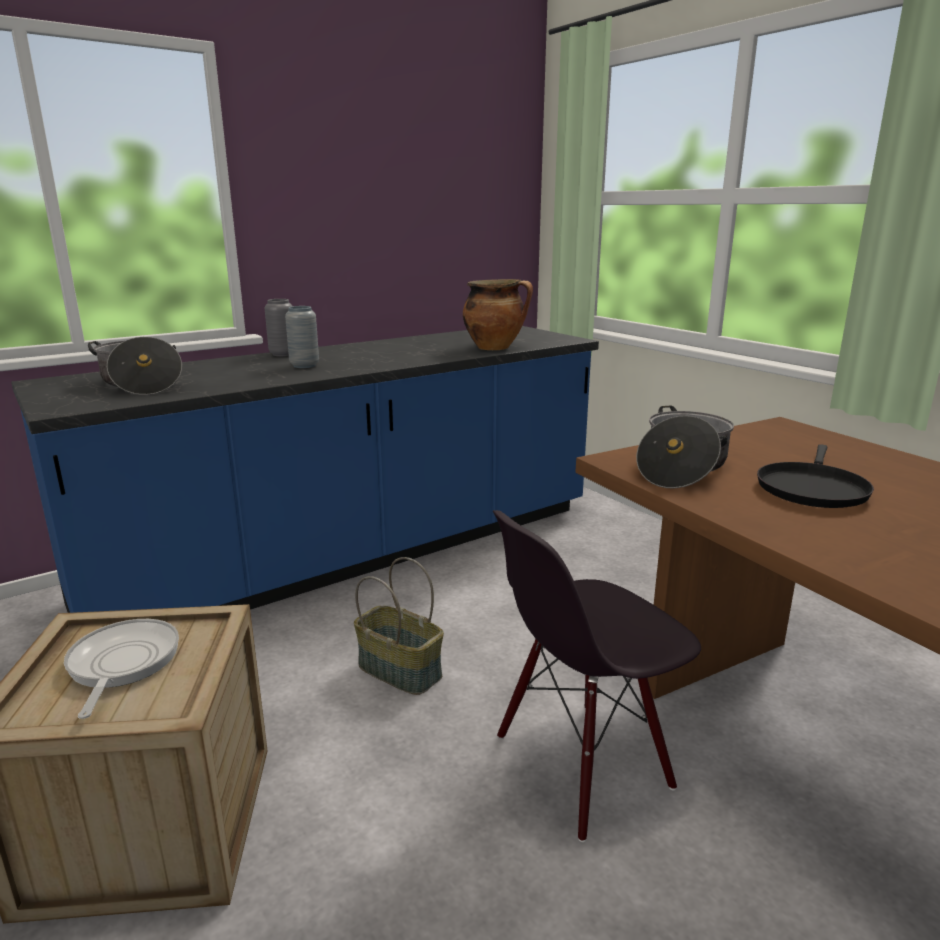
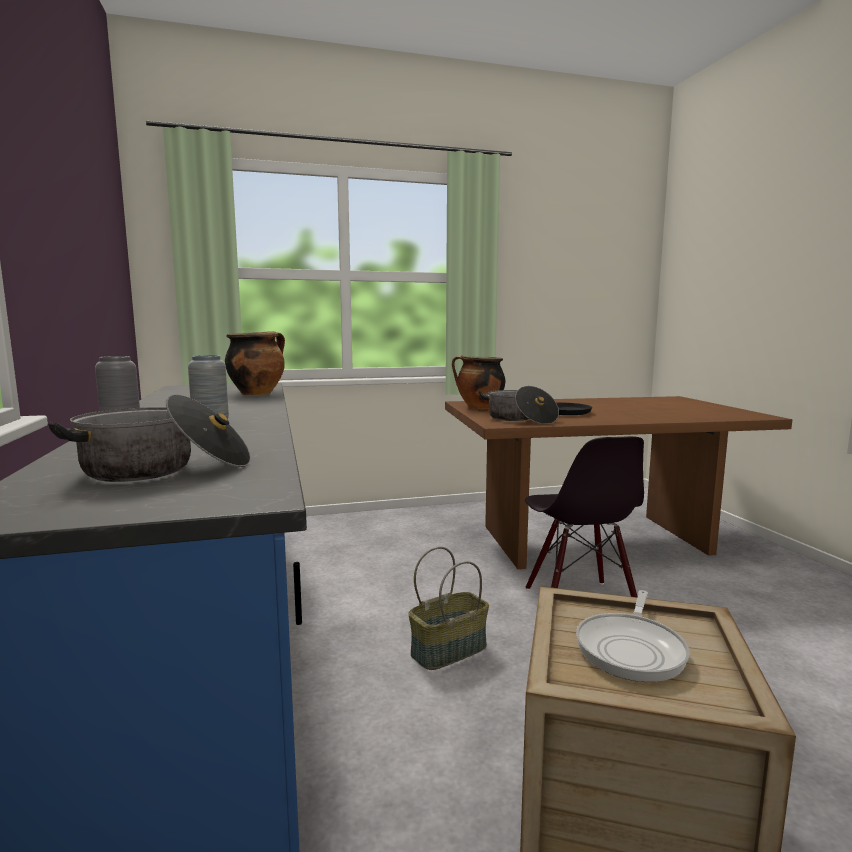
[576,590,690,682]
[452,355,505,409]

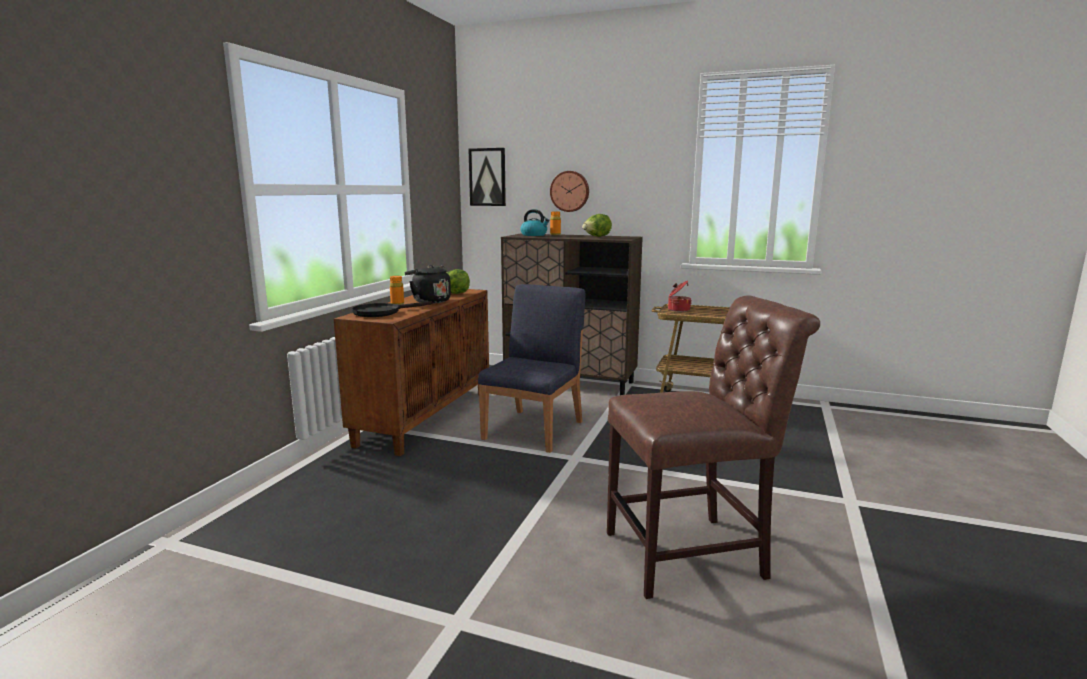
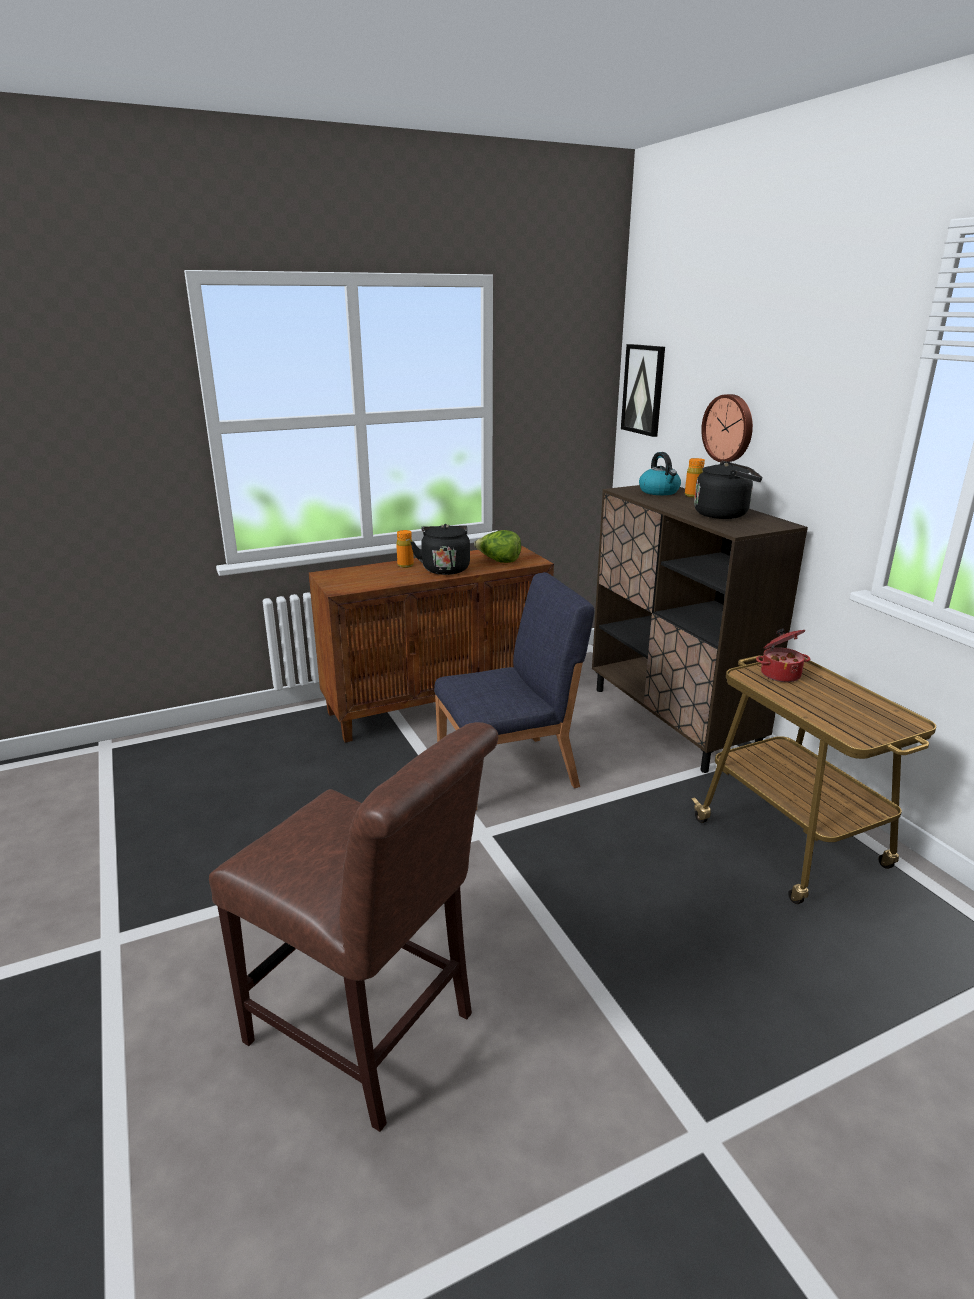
[352,301,432,317] (first image)
[694,461,763,519]

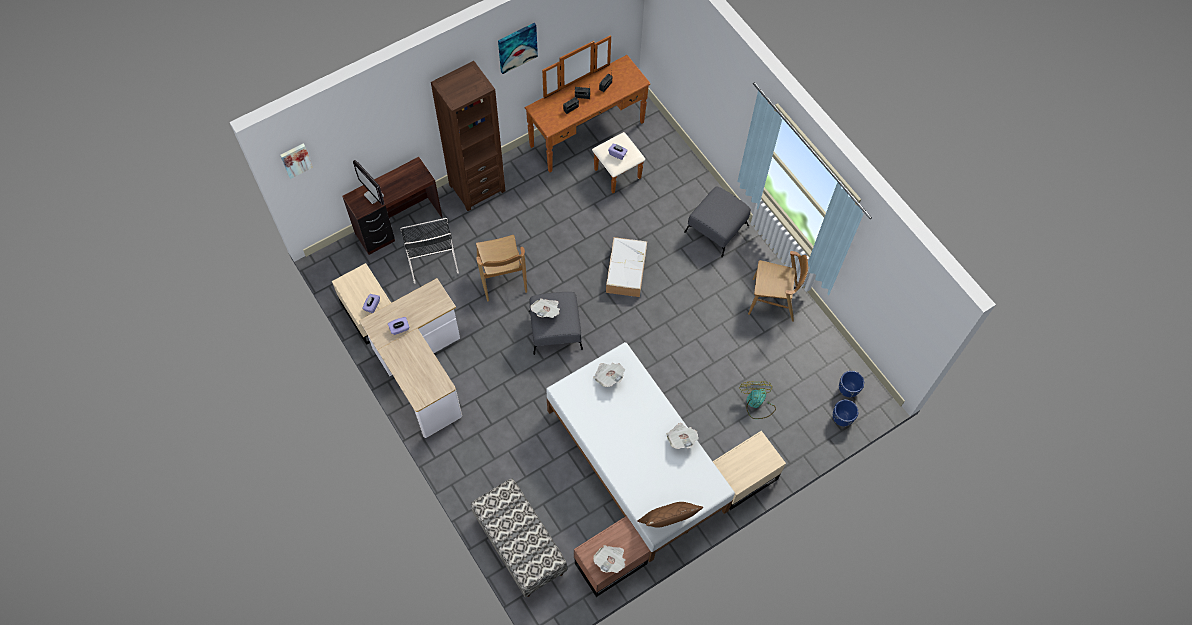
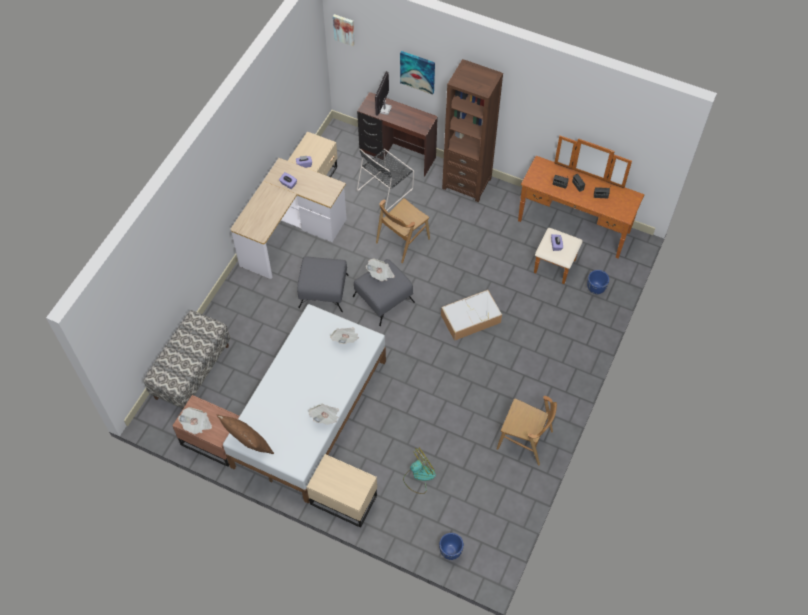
[400,51,435,95]
[297,256,349,312]
[497,396,557,465]
[587,270,609,294]

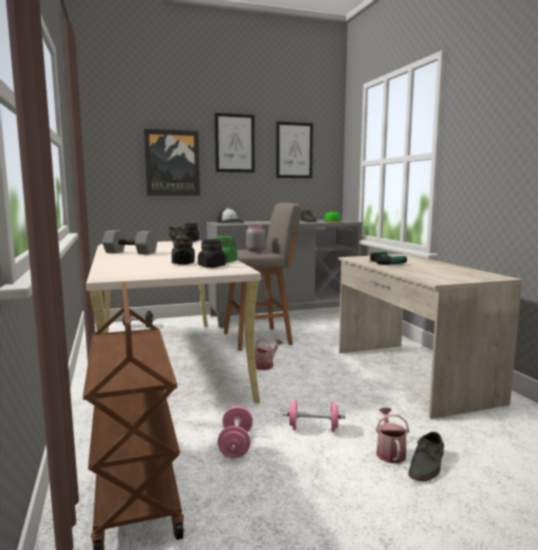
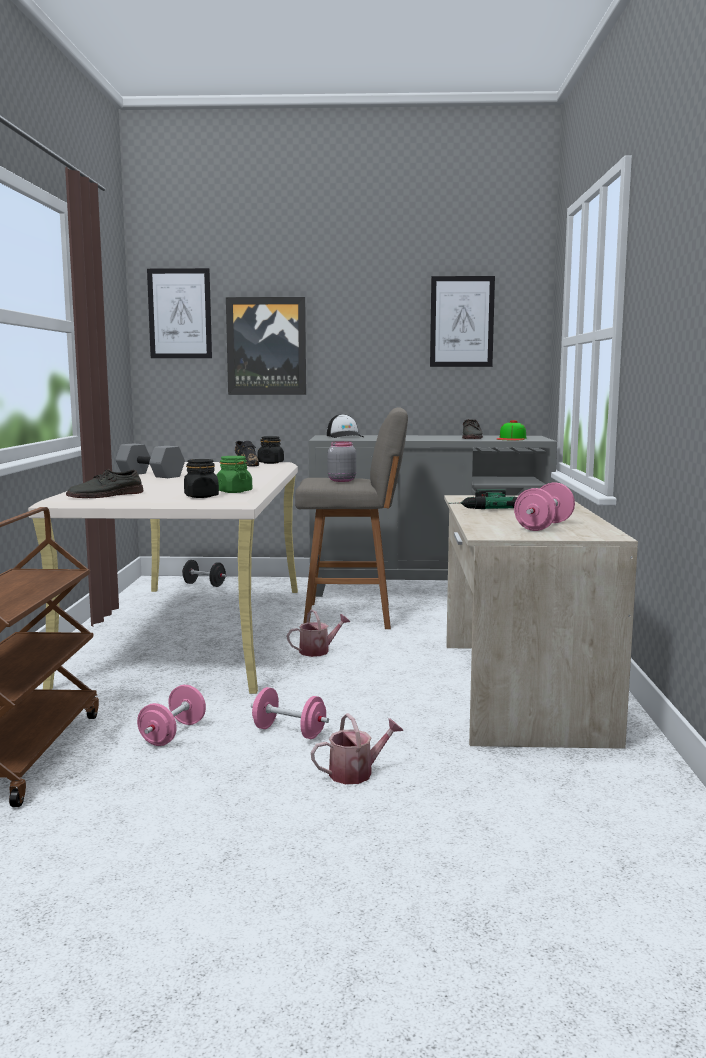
[172,237,195,265] (first image)
[147,268,212,358]
[311,713,403,784]
[66,469,144,498]
[514,482,575,531]

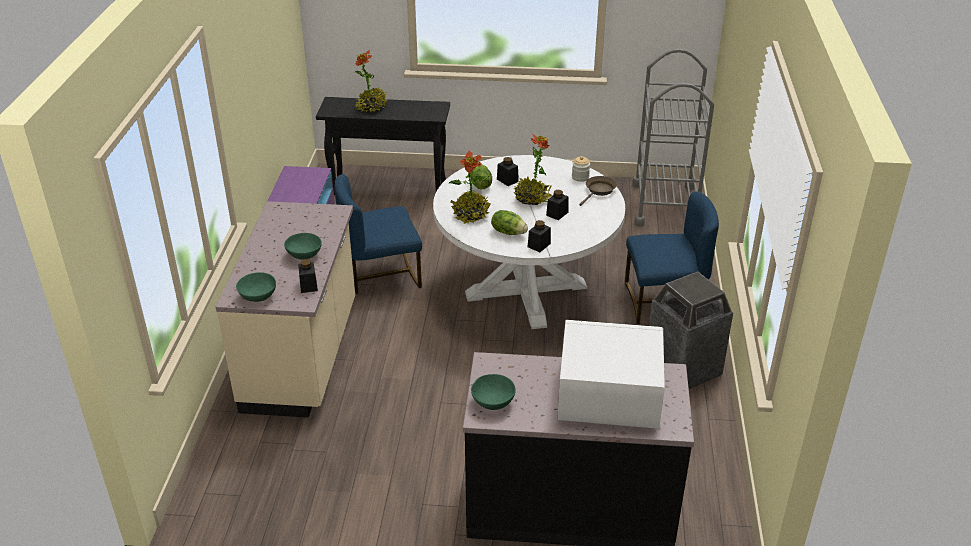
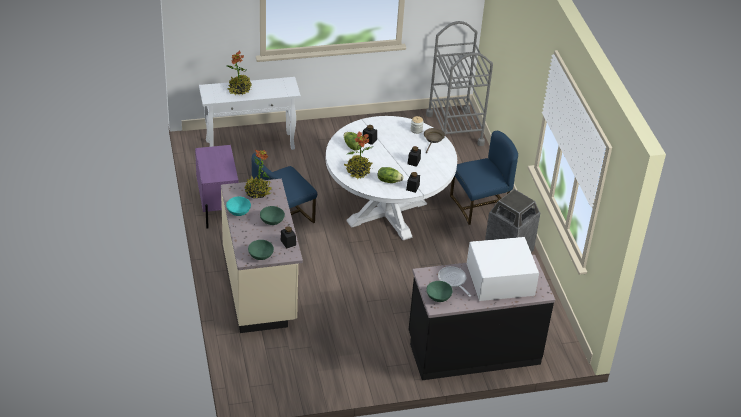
[199,77,301,150]
[244,150,271,198]
[226,197,251,216]
[438,266,471,297]

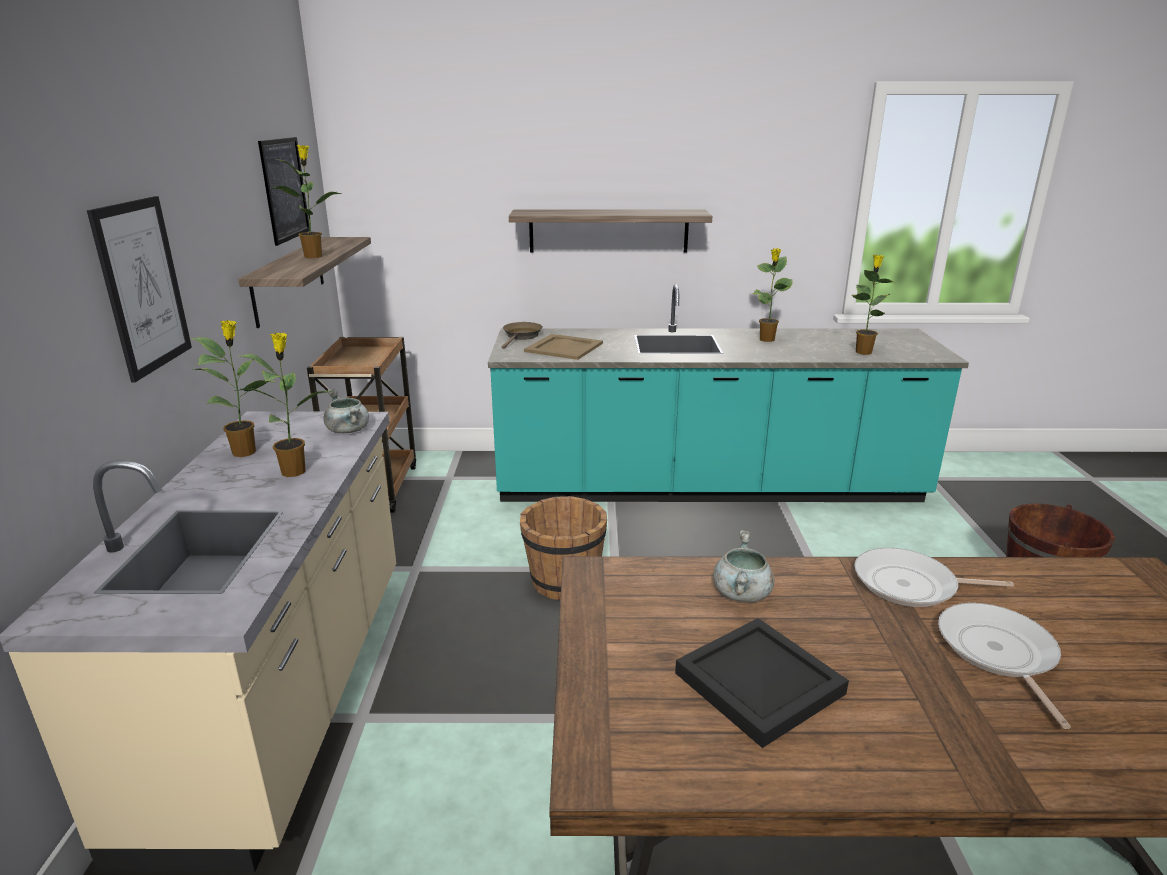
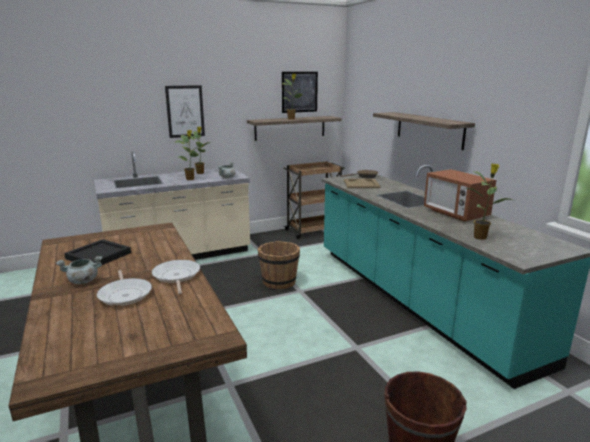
[56,256,102,284]
[424,169,496,222]
[97,270,152,306]

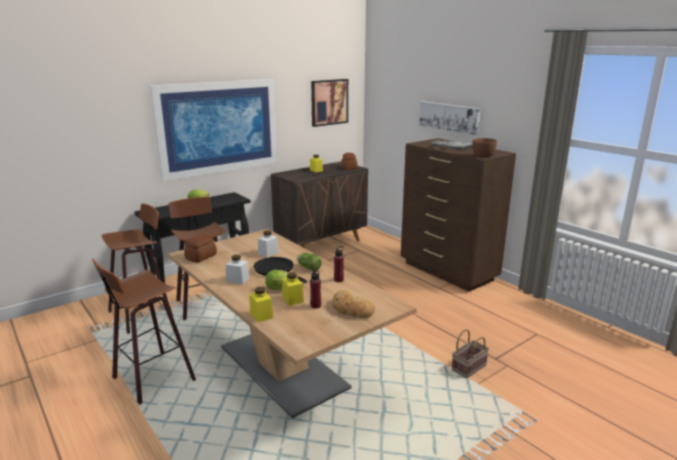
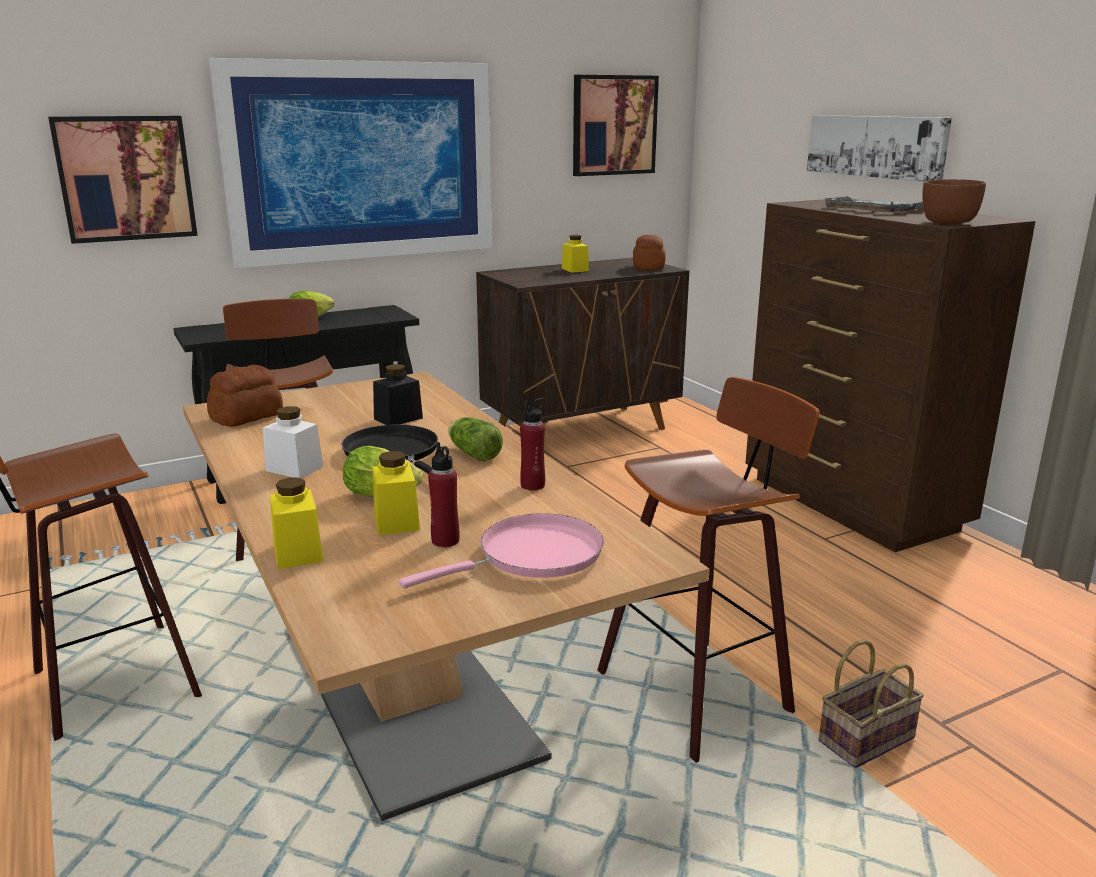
[598,377,820,763]
[373,364,423,425]
[399,513,604,588]
[48,116,198,244]

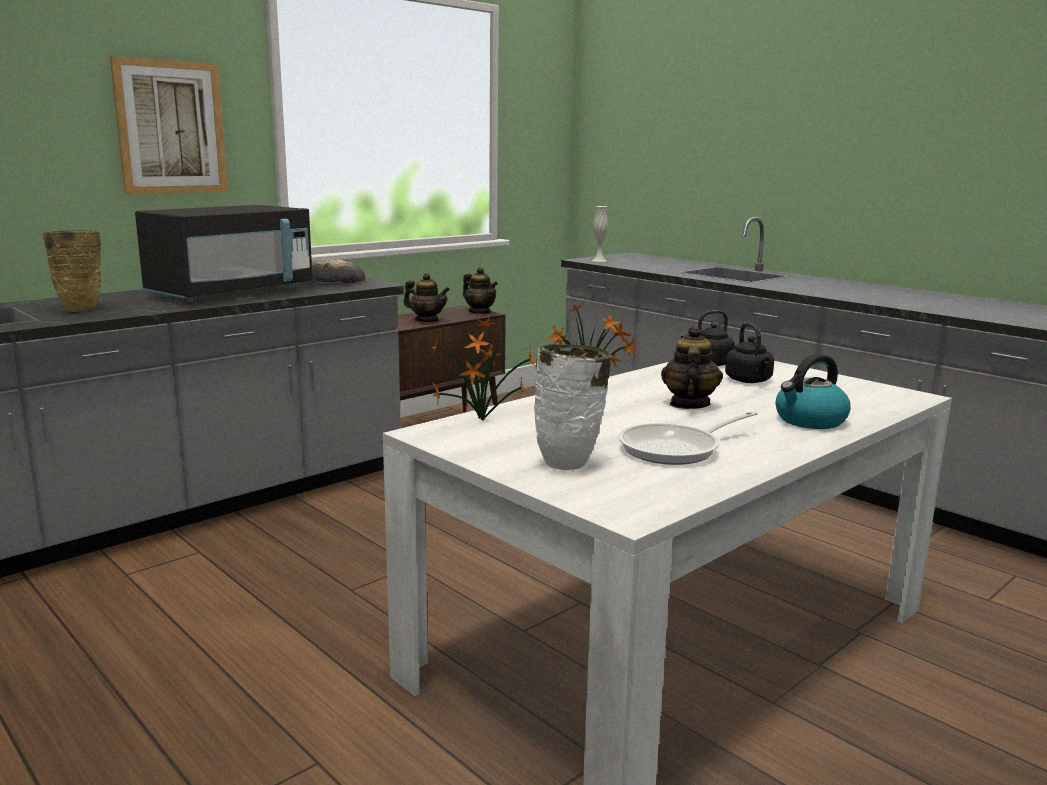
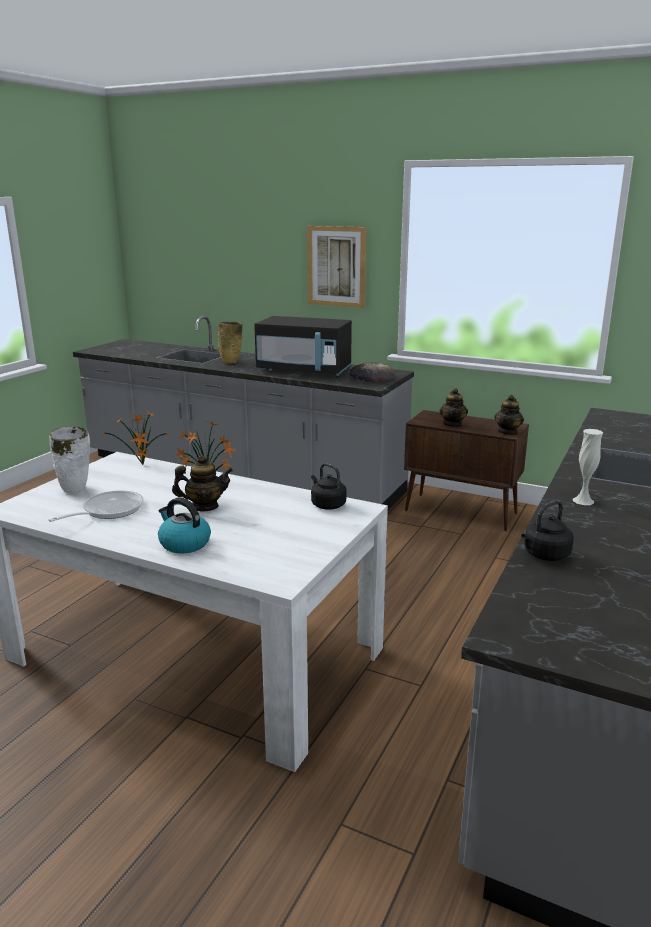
[573,429,603,505]
[49,491,144,522]
[521,500,574,561]

